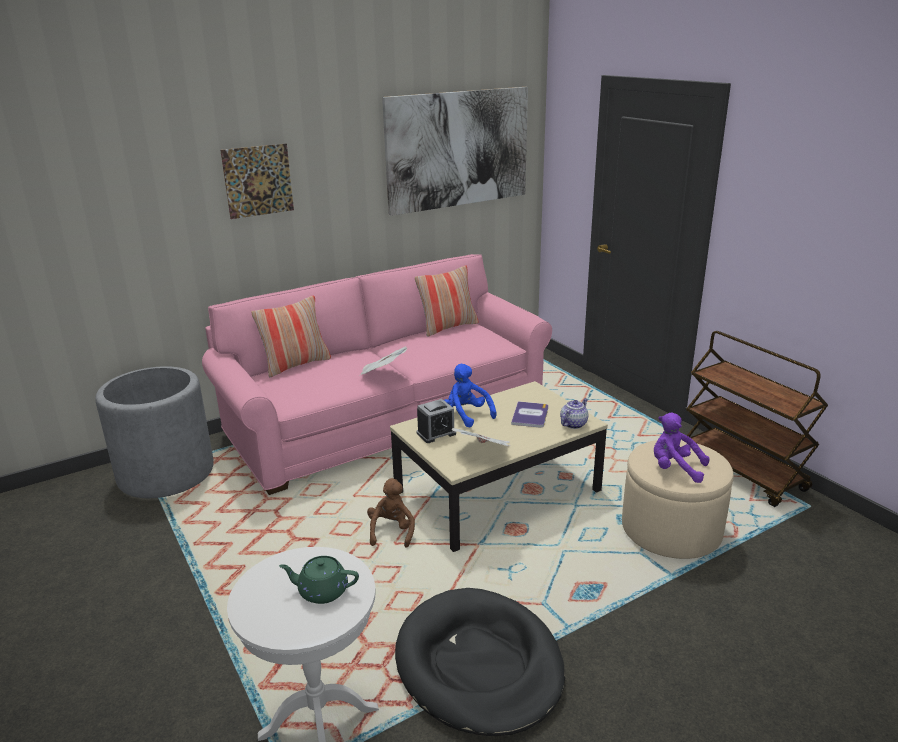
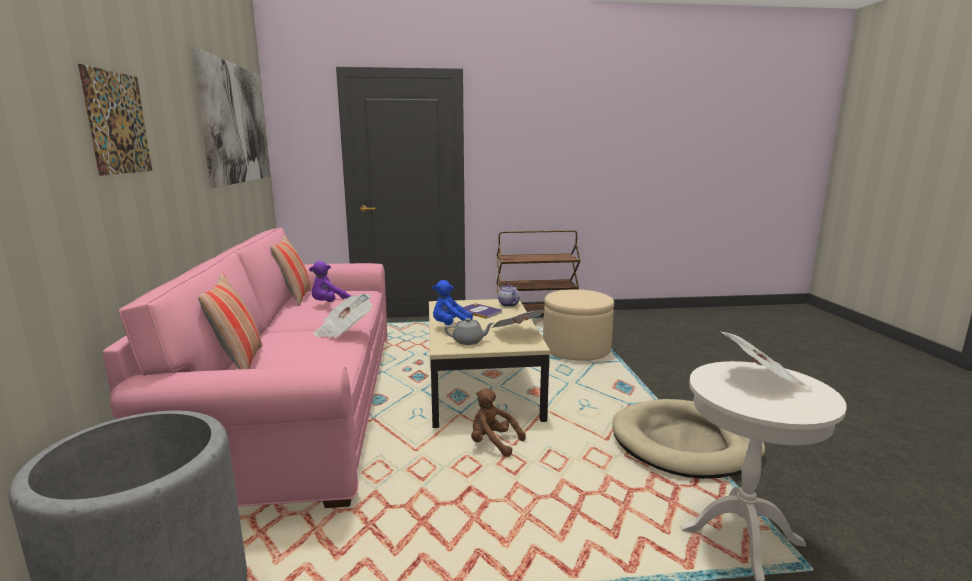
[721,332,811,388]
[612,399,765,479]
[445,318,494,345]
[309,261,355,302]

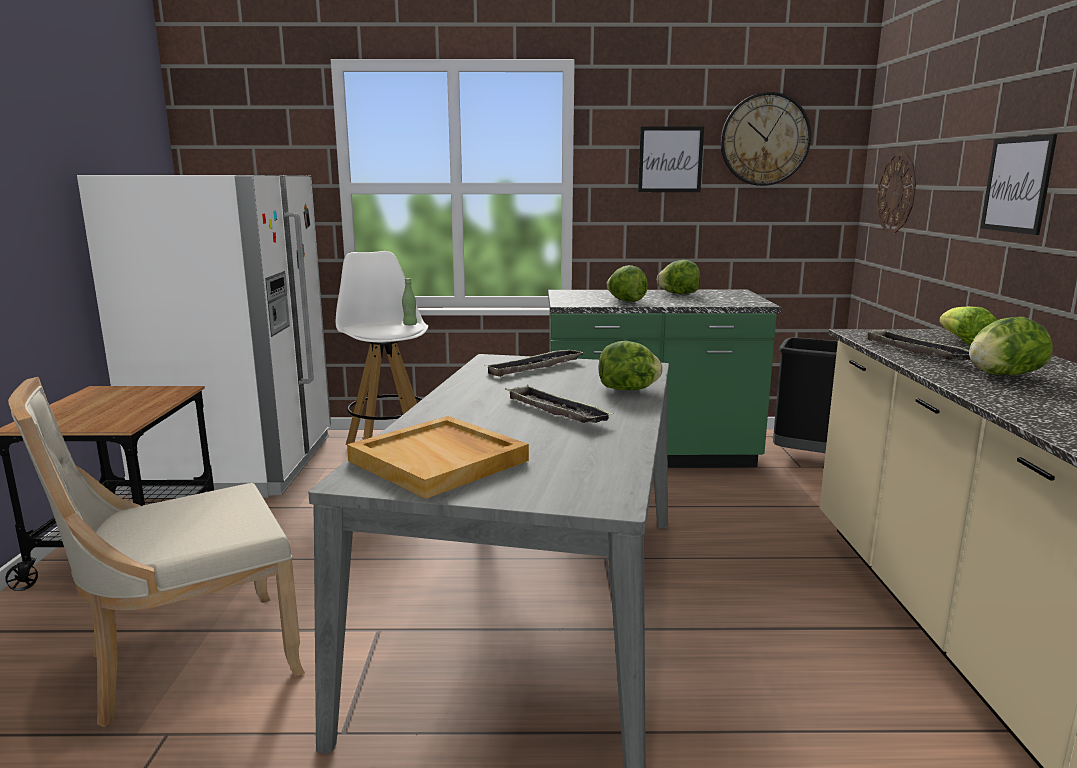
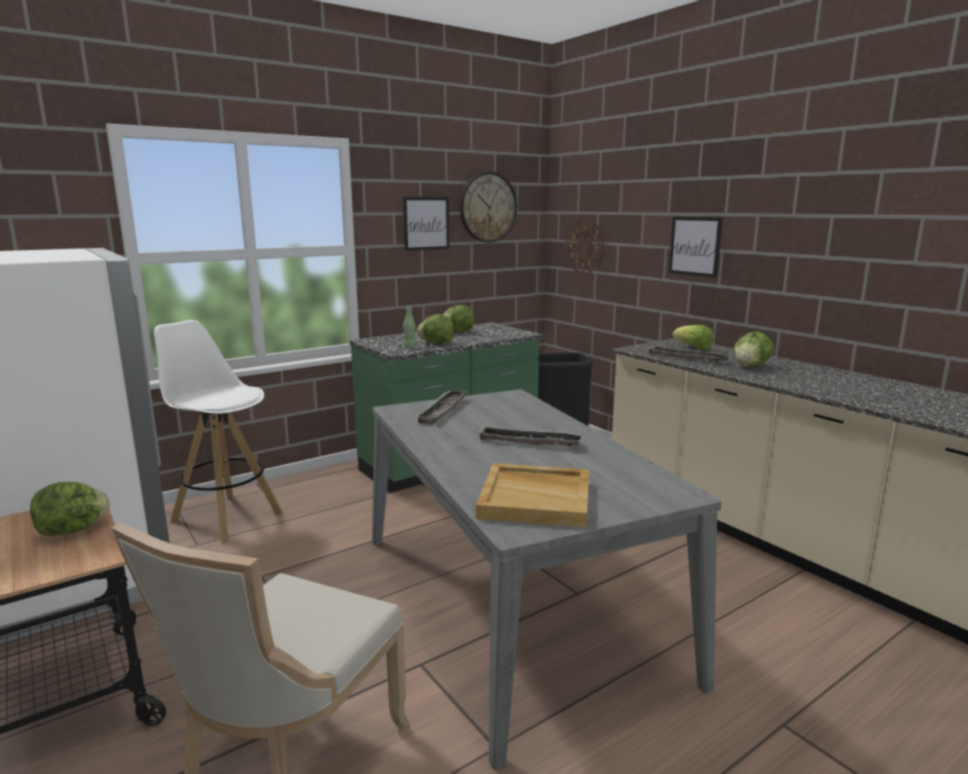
[403,306,416,348]
[30,482,110,536]

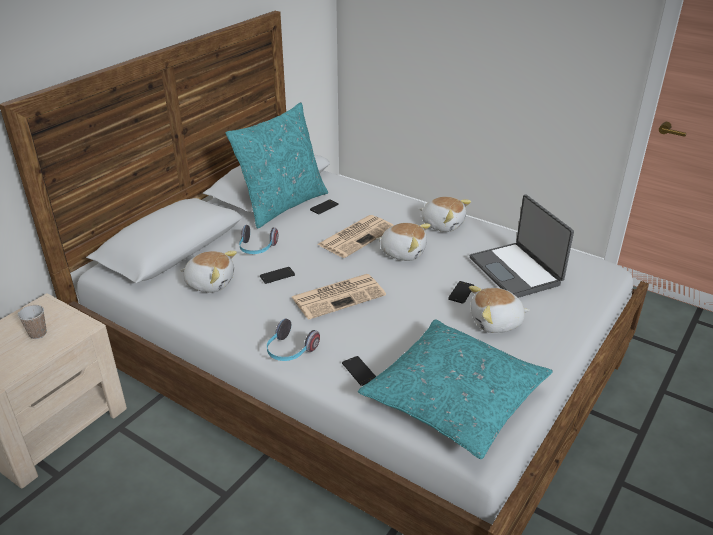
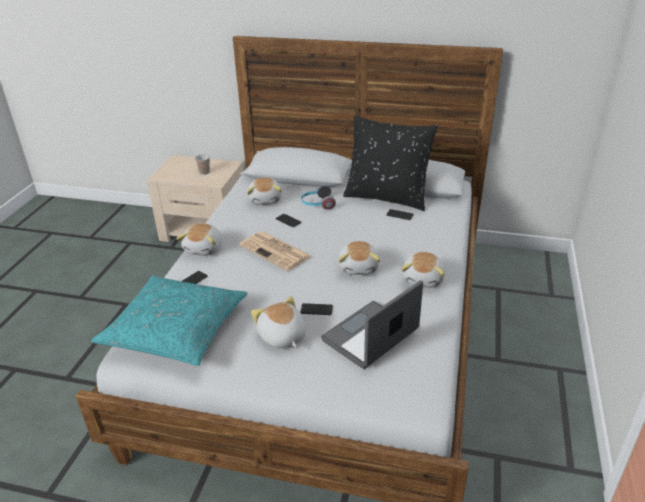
[343,116,438,211]
[176,224,222,256]
[317,215,394,258] (first image)

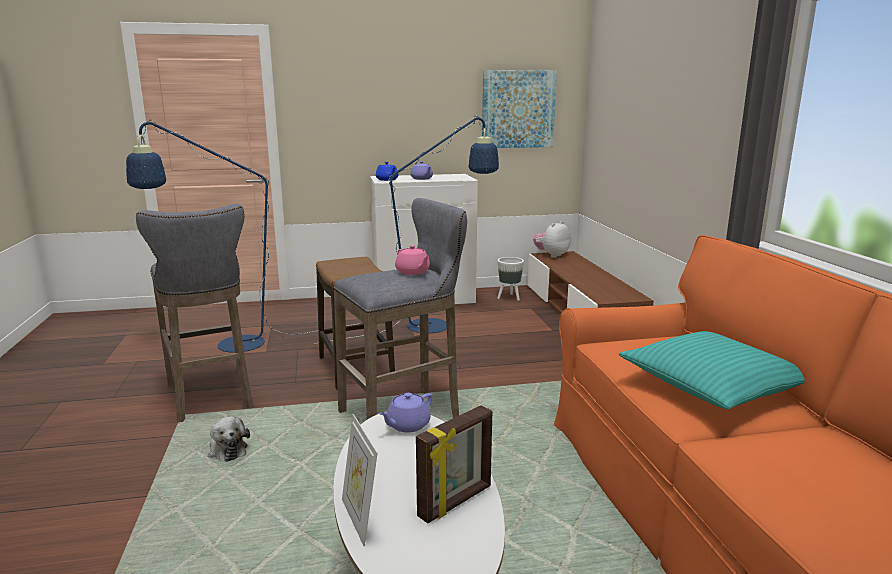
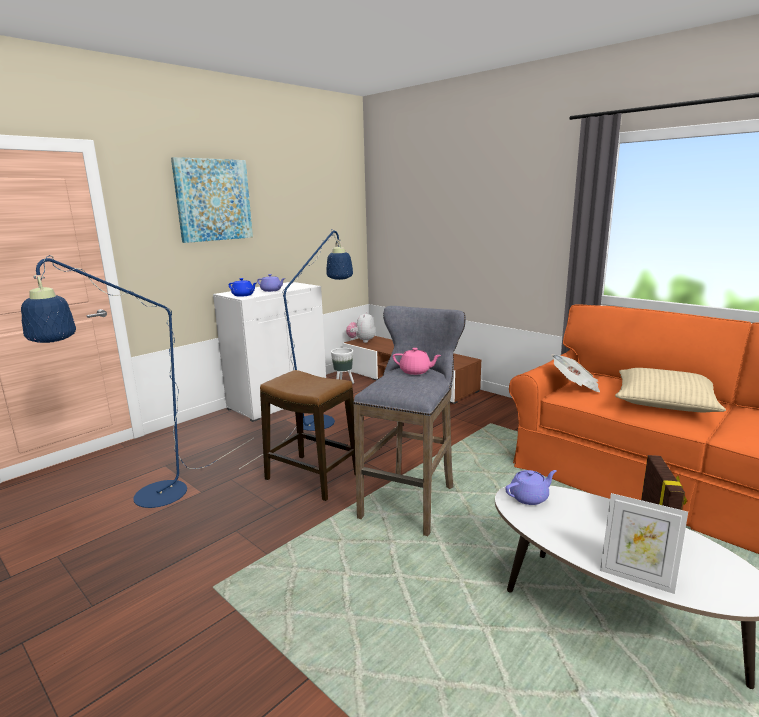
[136,204,254,423] (first image)
[208,416,250,462] (first image)
[505,470,557,505]
[171,157,253,243]
[615,368,726,412]
[551,354,600,392]

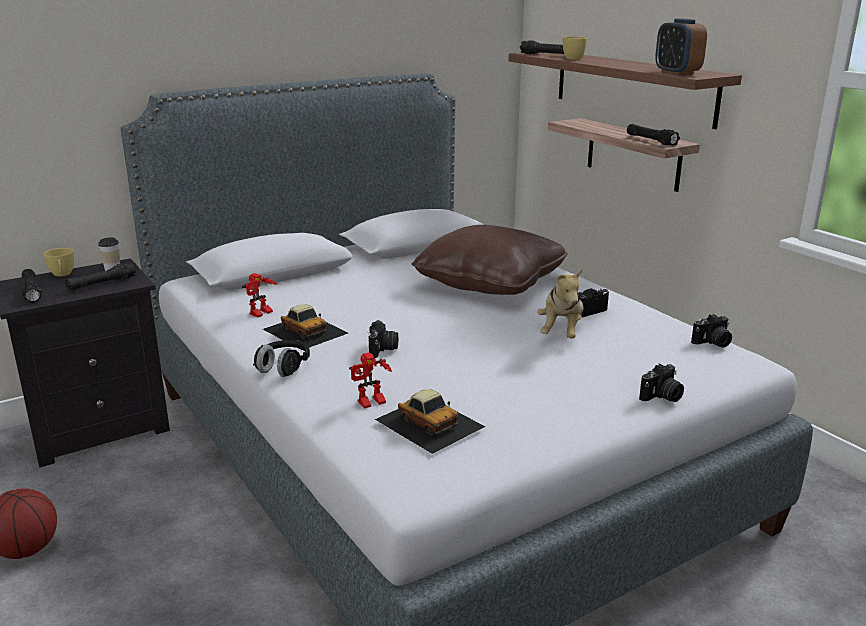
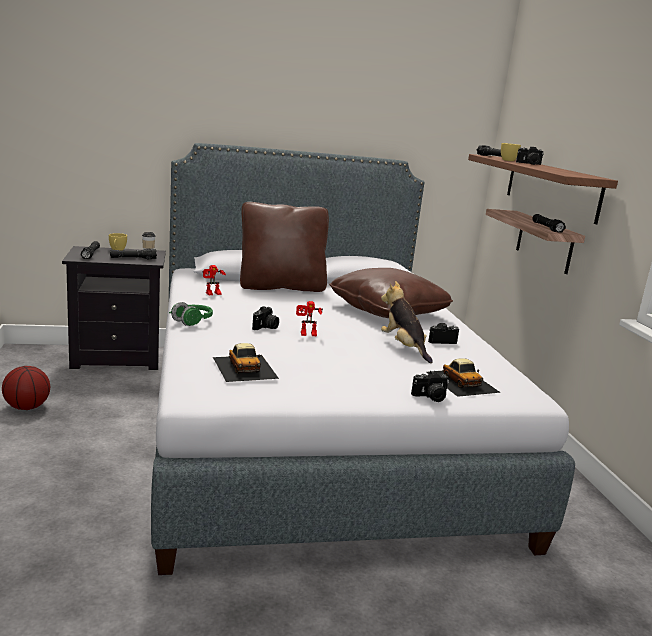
[169,302,213,326]
[426,358,501,397]
[296,301,323,336]
[381,281,433,363]
[655,18,707,75] (first image)
[516,146,544,165]
[240,202,329,292]

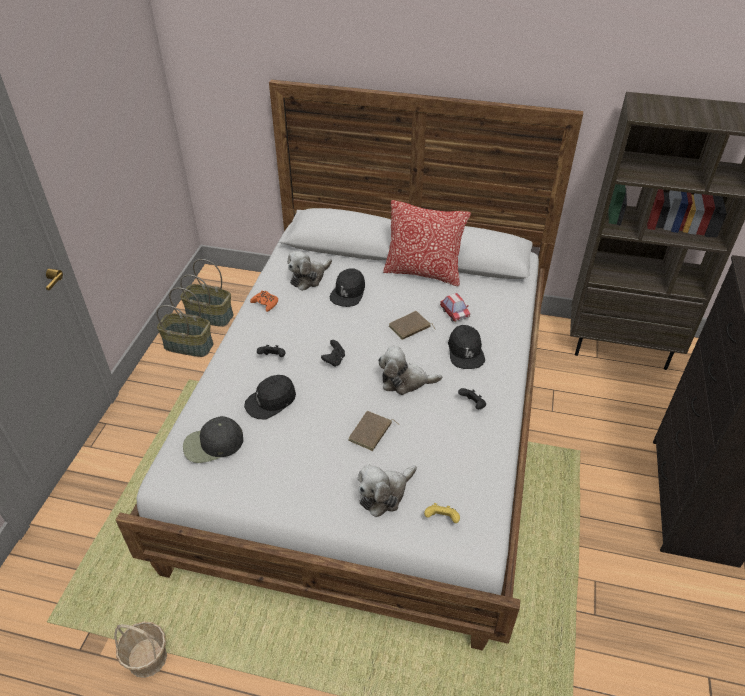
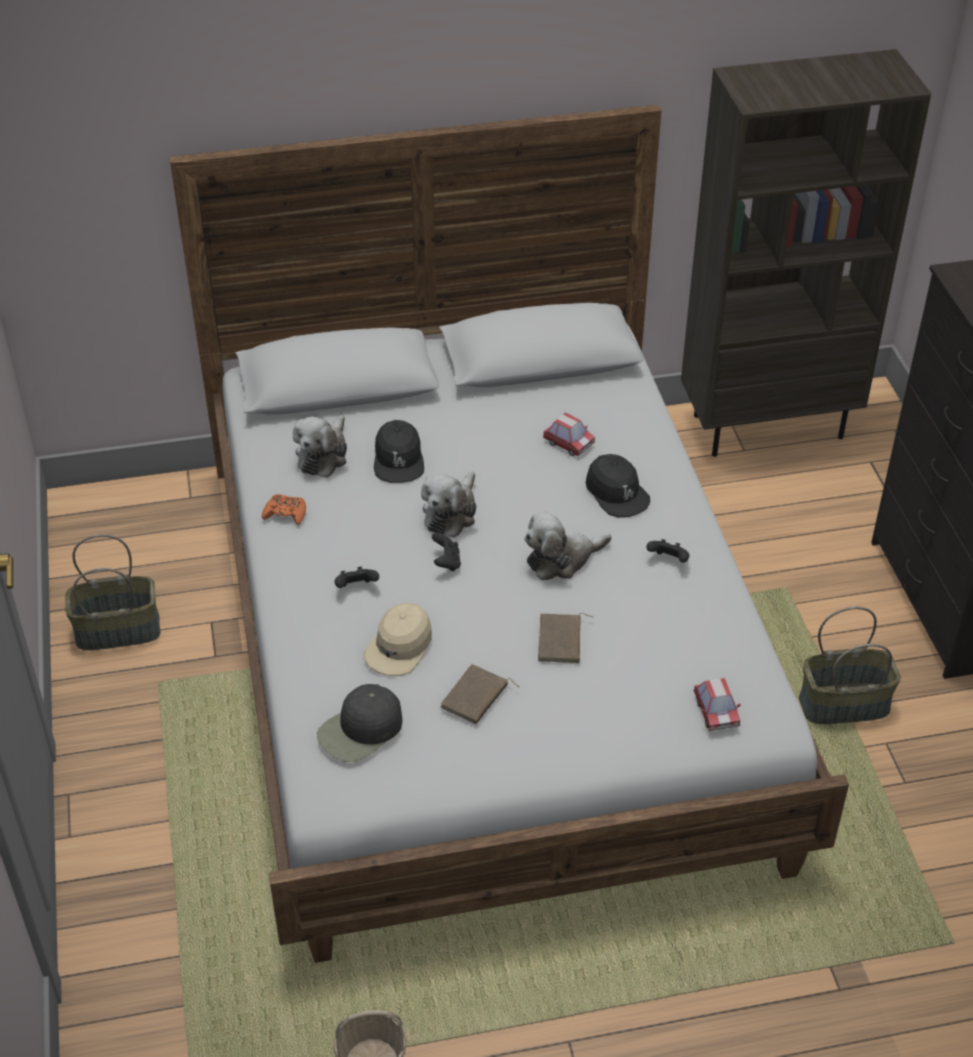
[799,607,901,724]
[364,603,432,676]
[421,472,477,538]
[383,200,471,287] (first image)
[440,664,519,725]
[693,678,741,731]

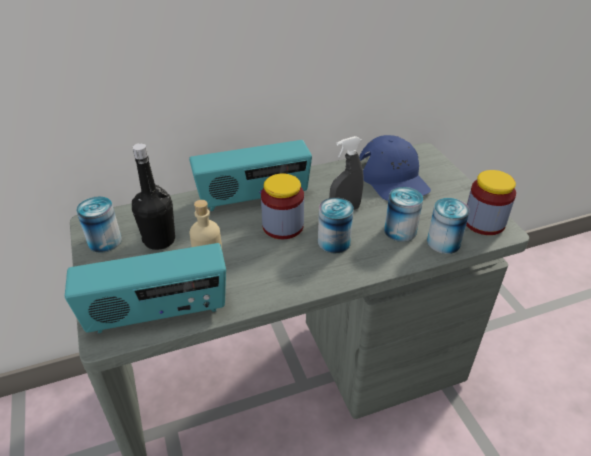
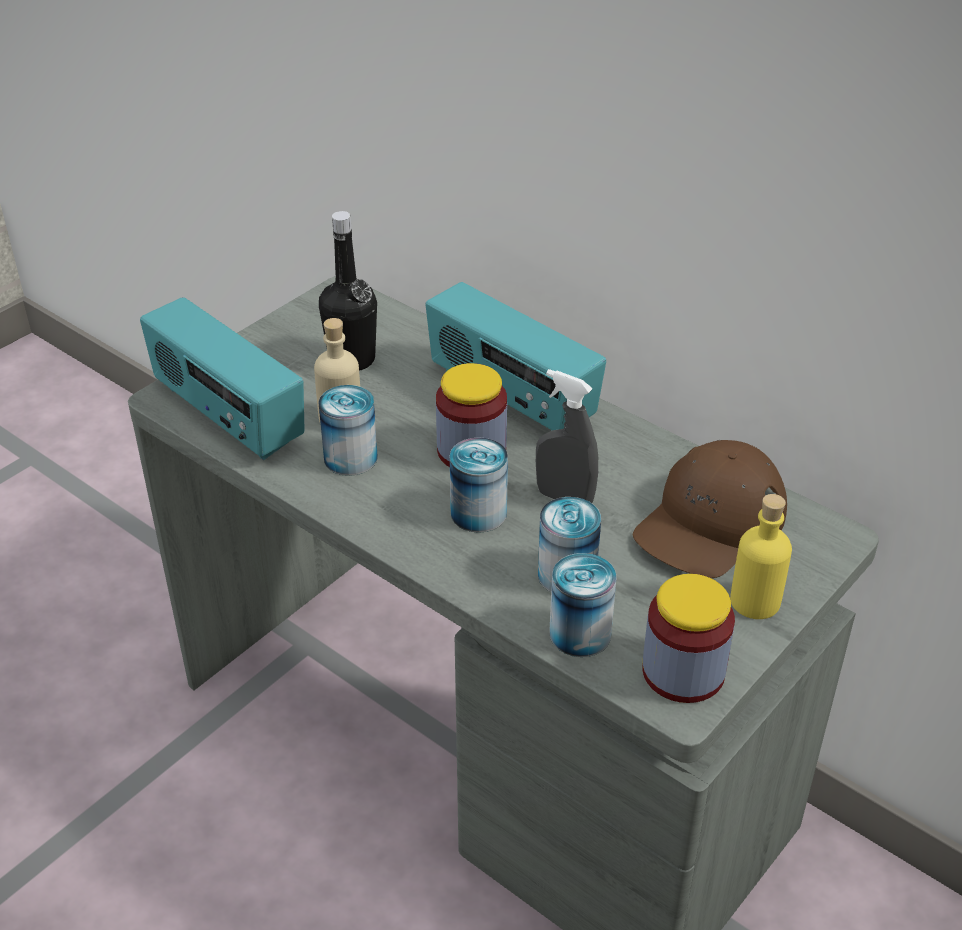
[318,385,378,476]
[633,440,787,578]
[730,494,792,619]

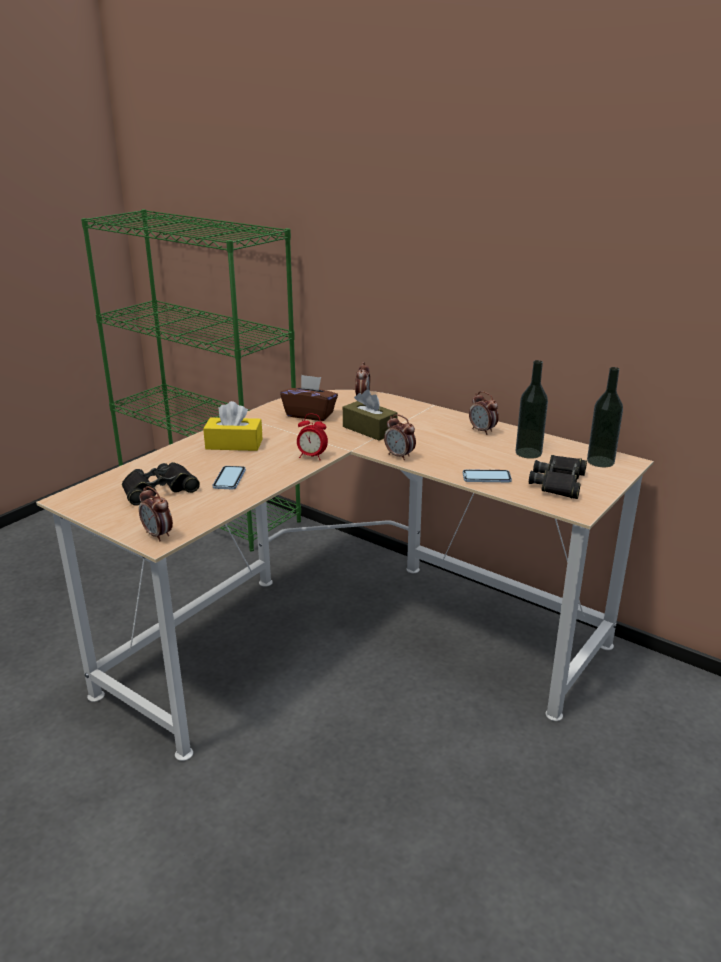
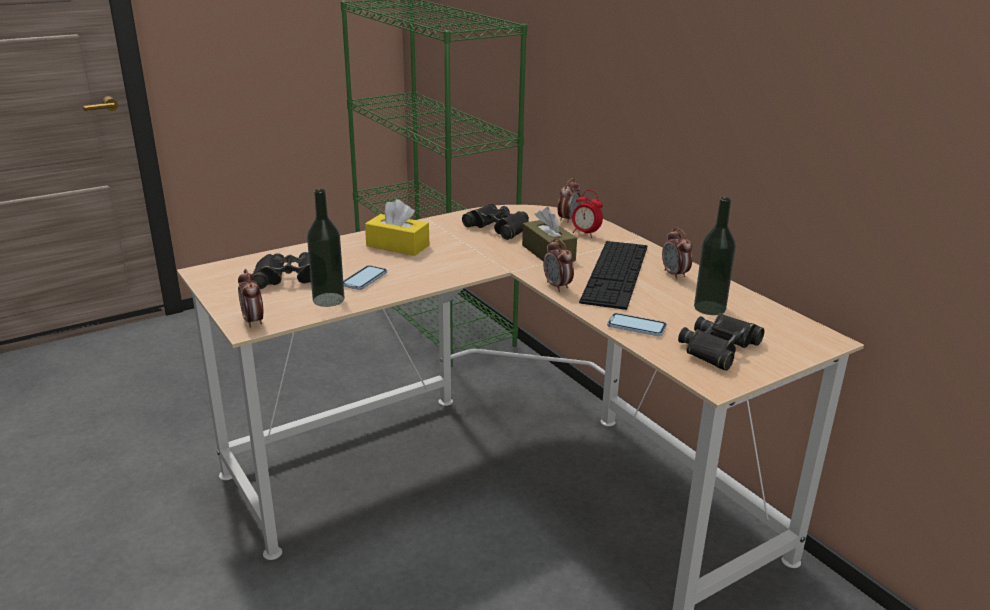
[462,203,529,240]
[572,190,603,238]
[307,189,344,307]
[579,241,647,310]

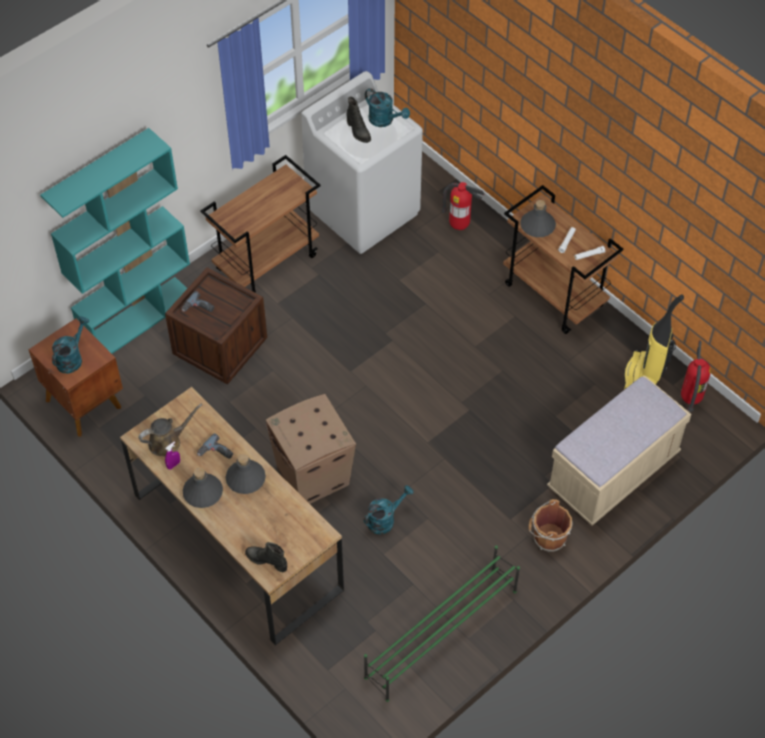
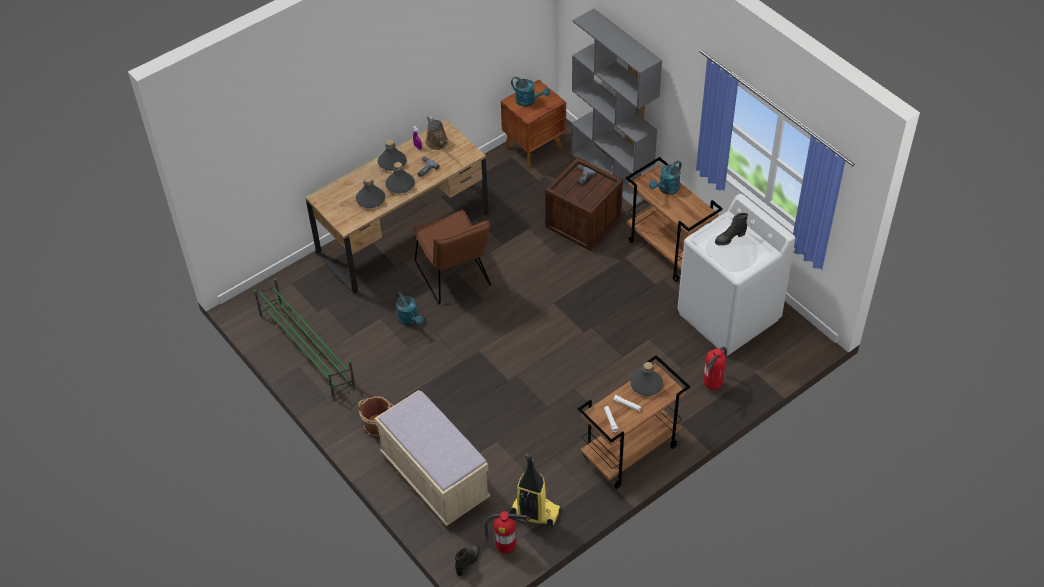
[571,9,662,207]
[455,544,480,576]
[413,210,491,304]
[649,161,682,195]
[356,177,385,208]

